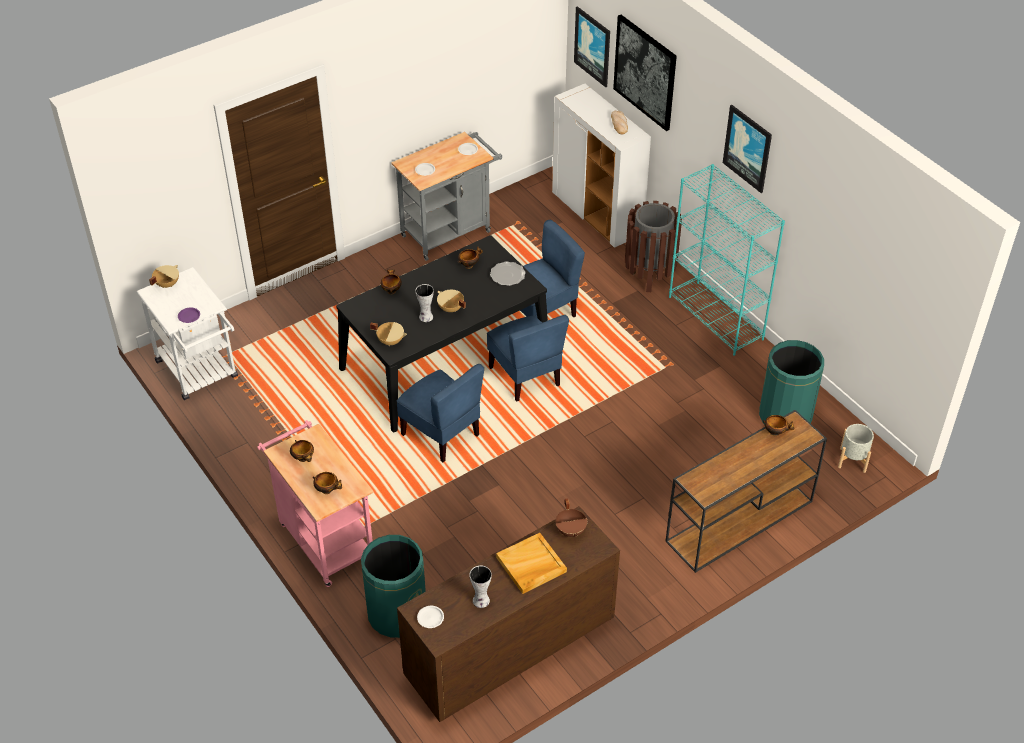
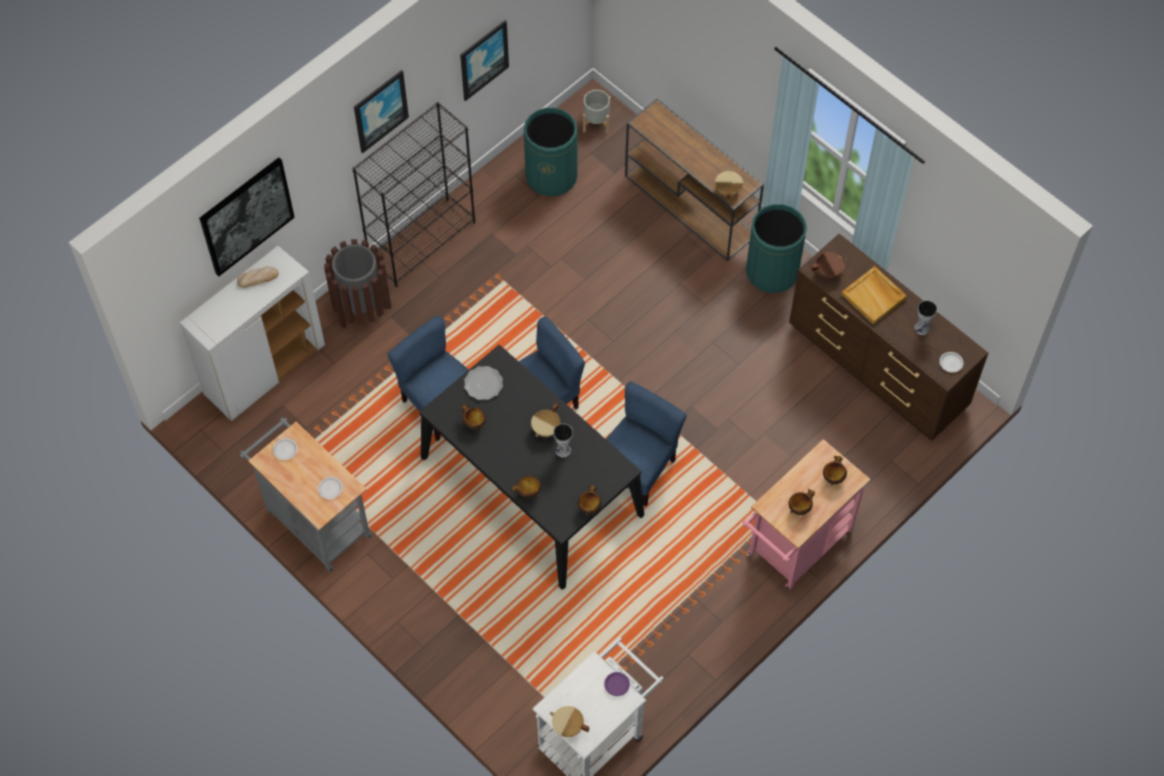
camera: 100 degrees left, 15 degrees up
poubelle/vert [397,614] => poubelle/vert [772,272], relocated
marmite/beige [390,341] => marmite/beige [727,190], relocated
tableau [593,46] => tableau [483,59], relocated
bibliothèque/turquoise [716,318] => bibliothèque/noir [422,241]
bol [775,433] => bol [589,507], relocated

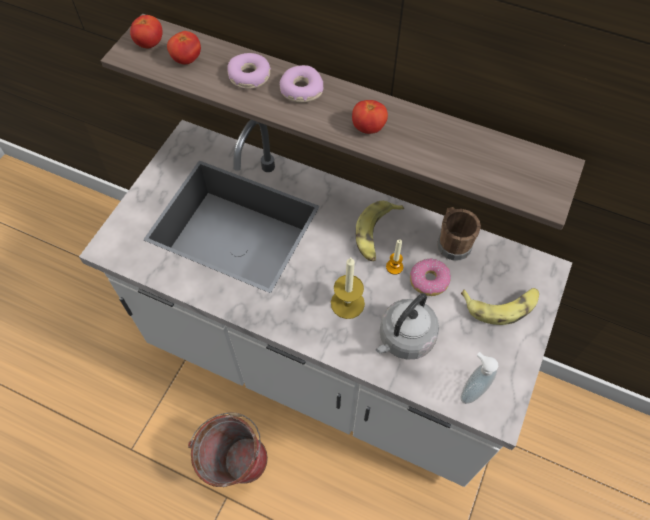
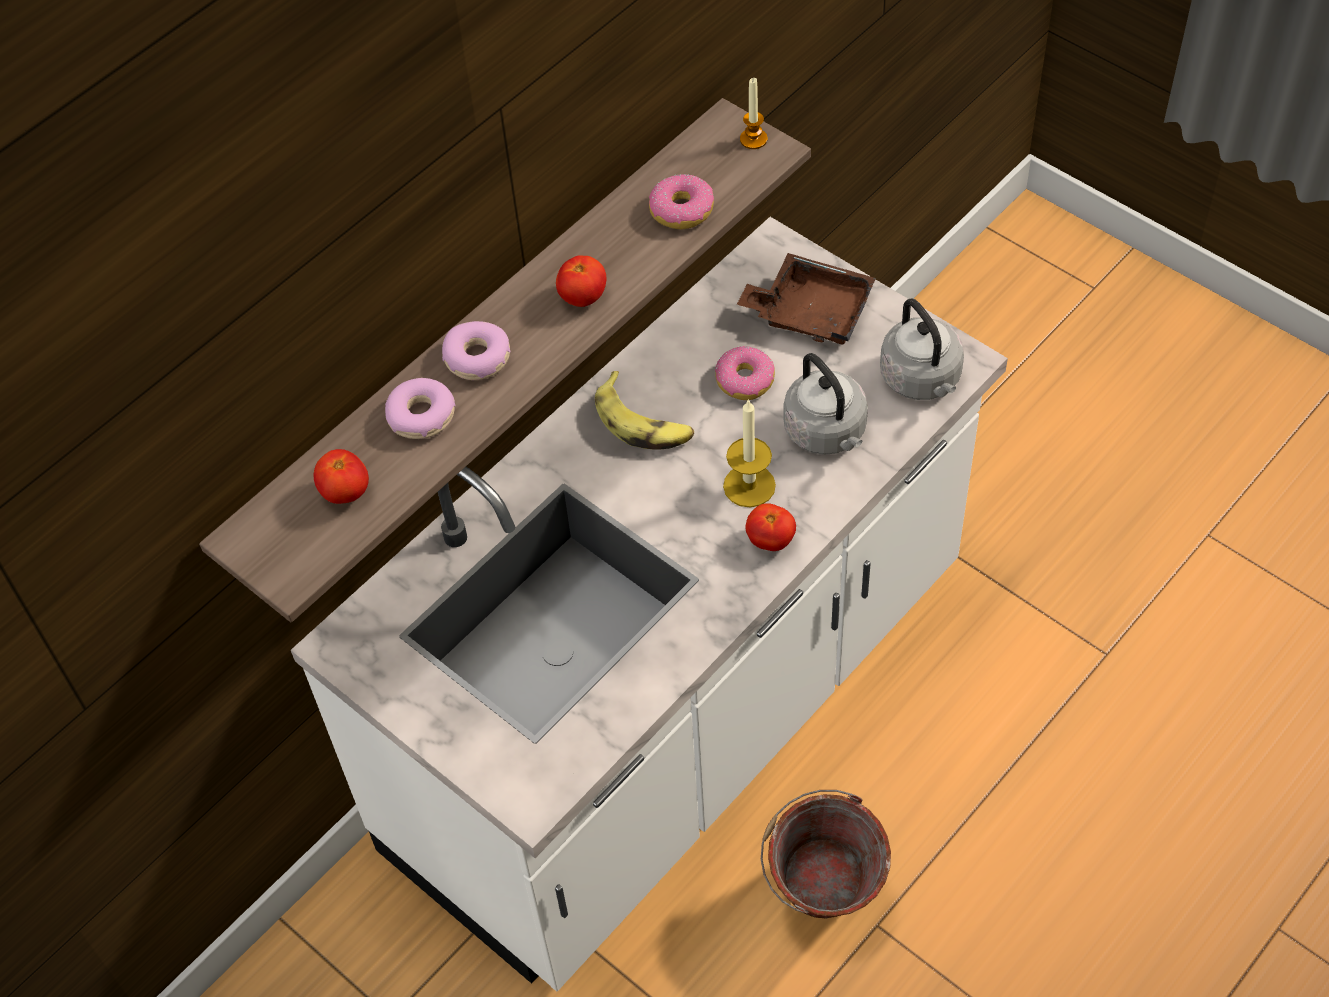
camera: 70 degrees left, 5 degrees down
tomate [150,43] => tomate [770,540], relocated
bougie [394,267] => bougie [753,139], relocated
mug/marron [452,242] => nothing
banane [501,305] => plateau/marron [810,311]
distributeur de savon [471,390] => bouilloire/gris [922,380]
nothing => beignet [682,210]

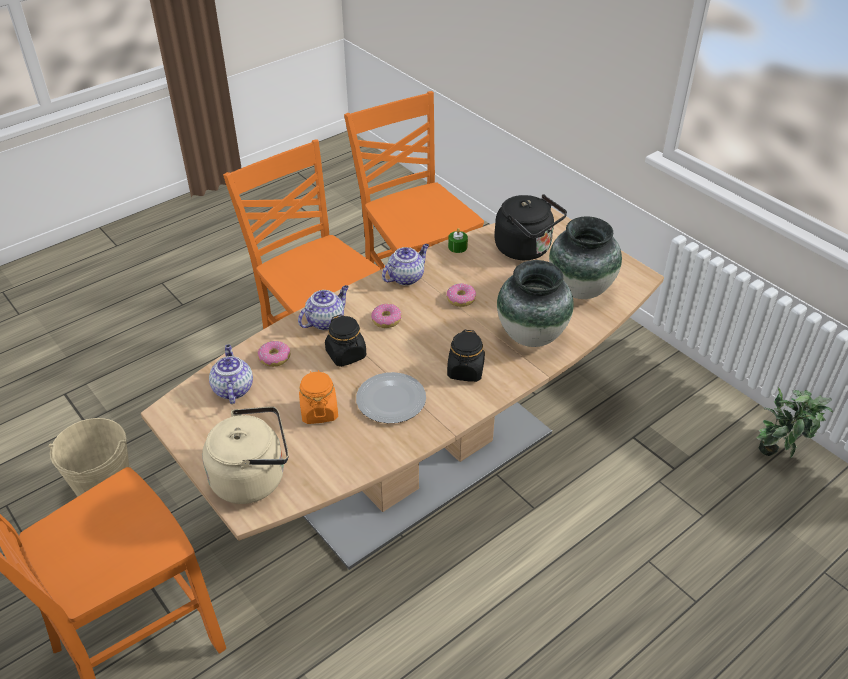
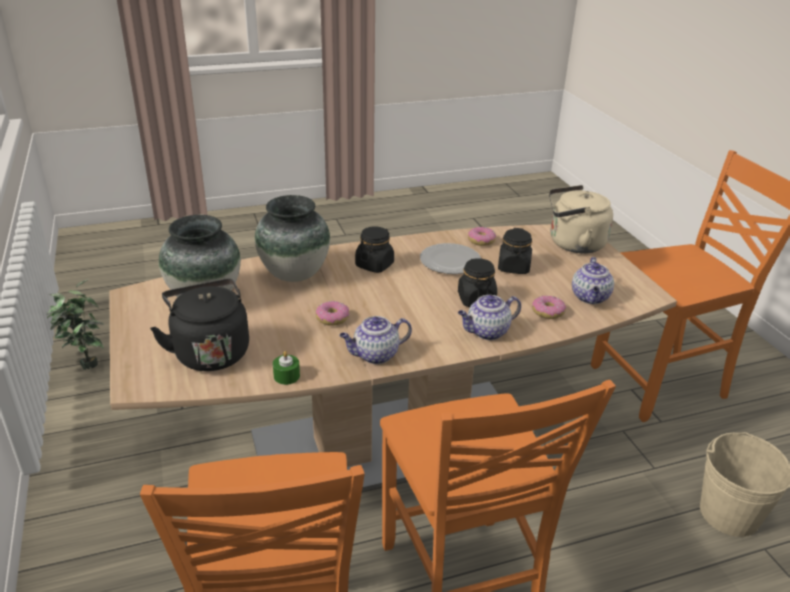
camera: 160 degrees left, 10 degrees down
bocal/orange [319,411] => bocal/noir [513,267]
beignet [386,320] => beignet [481,241], relocated

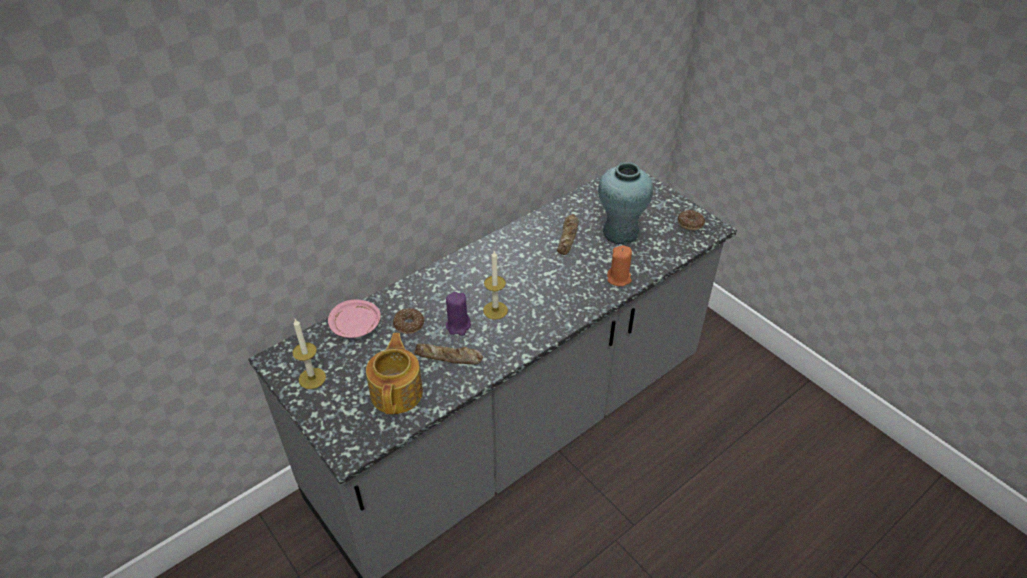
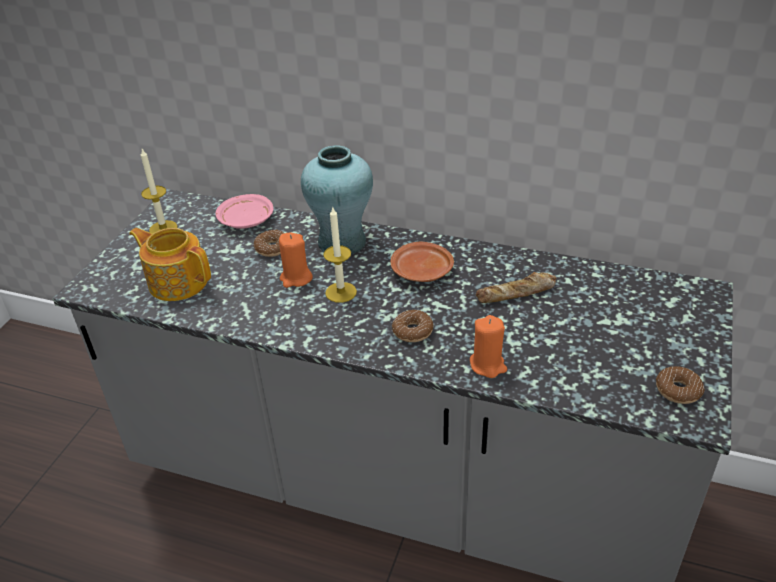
camera: 60 degrees right, 5 degrees down
théière [397,392] => théière [177,281], 120 degrees counterclockwise
pain [449,357] => nothing
bougie/violet [458,326] => bougie/orange [296,278]
vase/turquoise [620,232] => vase/turquoise [341,242], relocated
nothing => assiette/marron [422,272]
nothing => beignet [412,331]

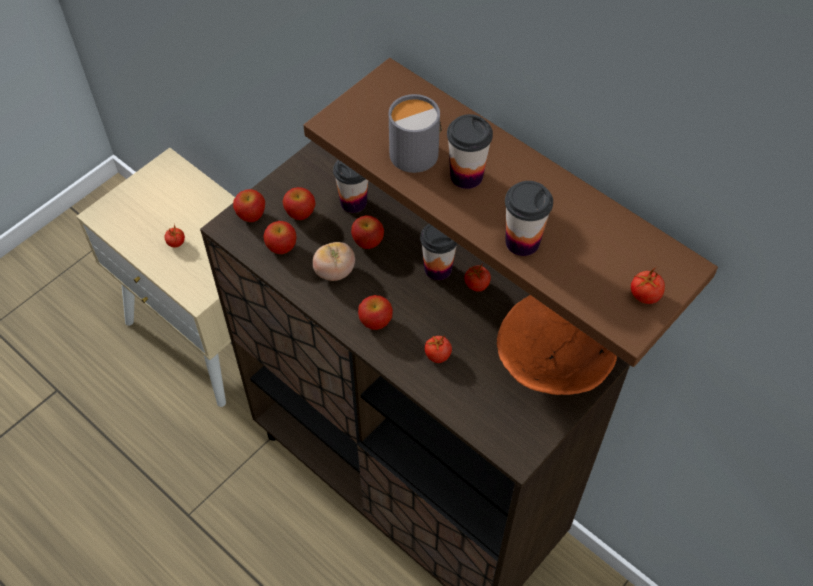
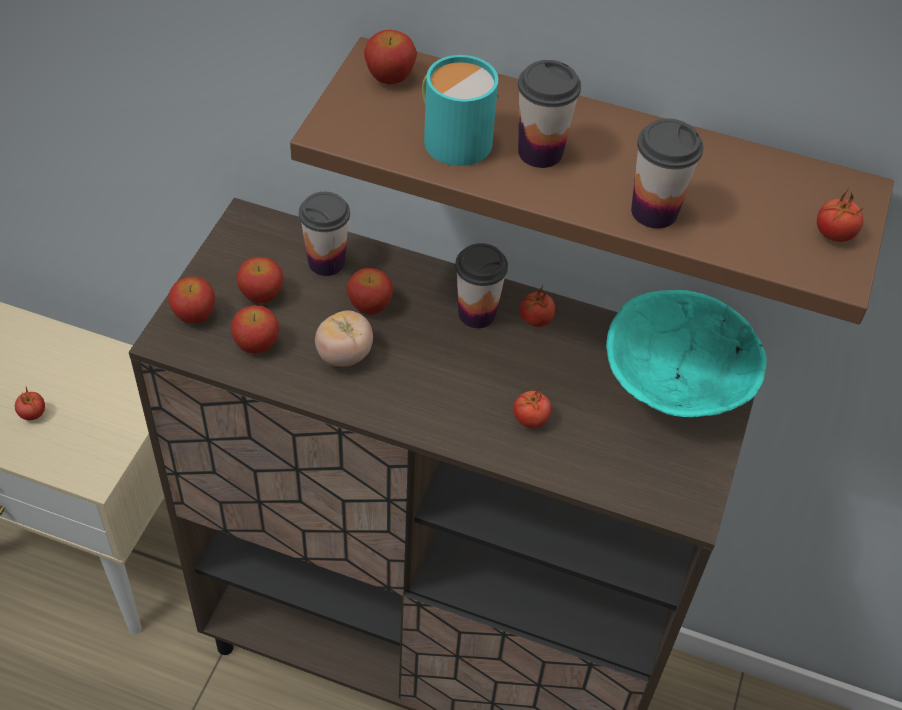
camera: 25 degrees left, 5 degrees down
pomme [375,322] => pomme [390,77], relocated
mug/gris [412,149] => mug/turquoise [452,137]
bol/orange [552,364] => bol/turquoise [676,386]

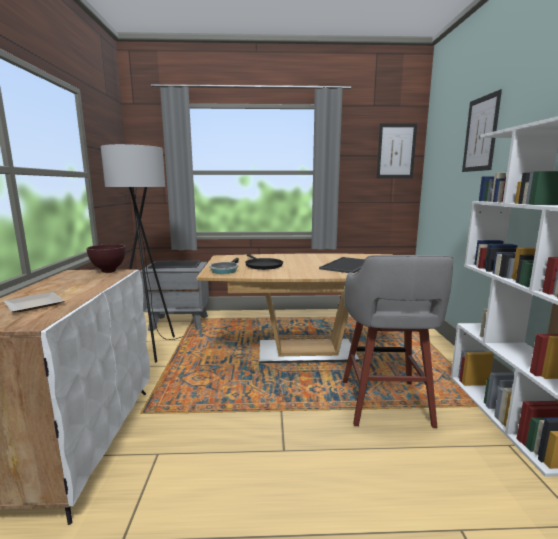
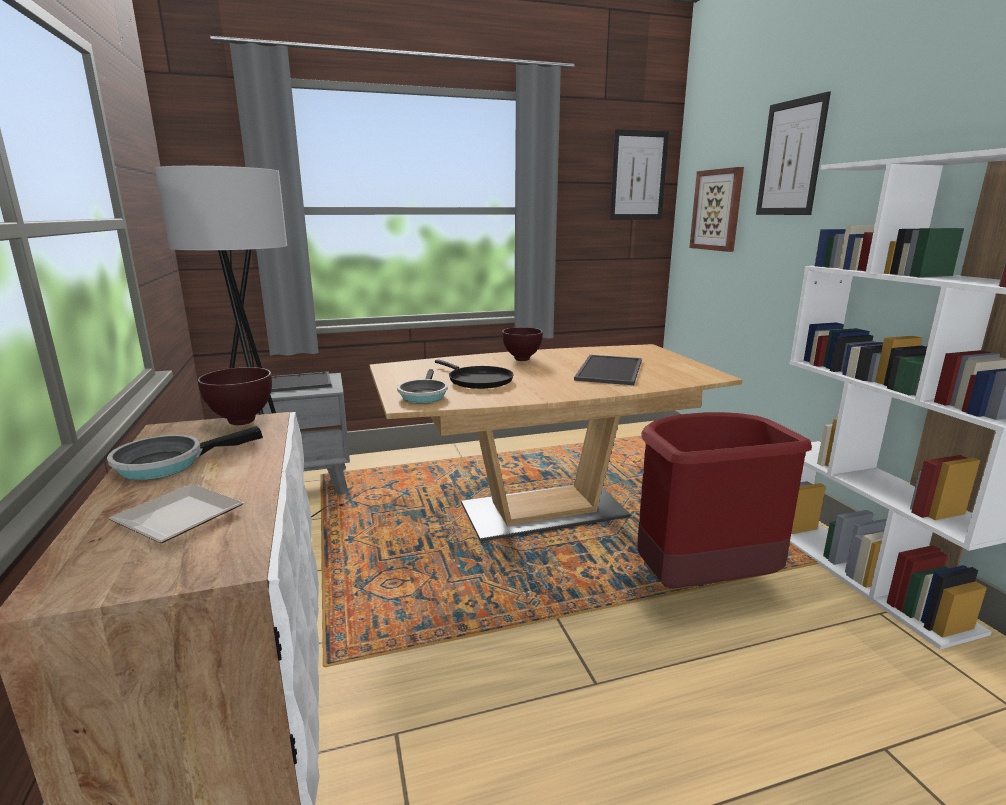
camera: 15 degrees left, 5 degrees up
tabouret/gris [385,404] => poubelle/rouge [700,581]
nothing => poêle [167,463]
nothing => bol/marron [522,359]
nothing => tableau [717,210]

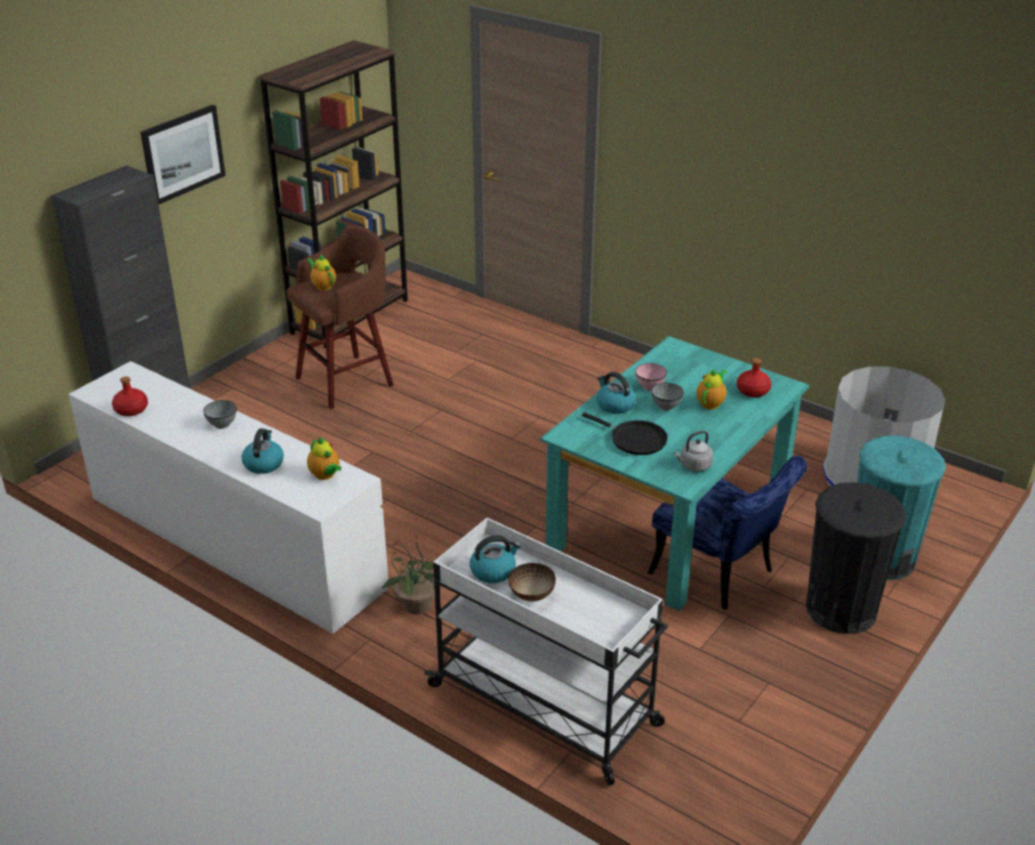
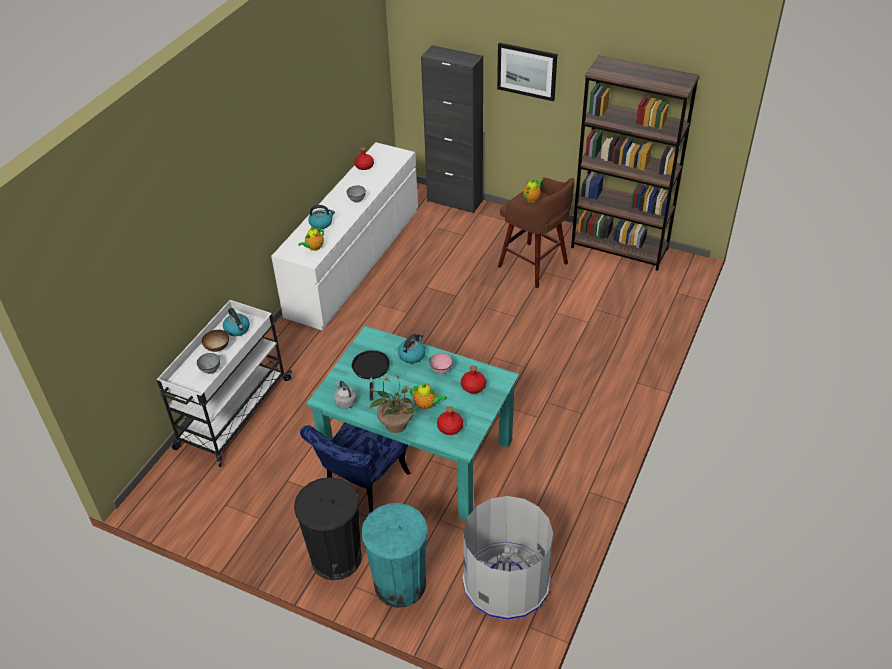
camera: 80 degrees right, 10 degrees up
plante en pot [416,604] => plante en pot [395,424], relocated
poêle/noir [634,439] => poêle/noir [371,369], 150 degrees clockwise
bol/gris [665,406] => bol/gris [210,370], relocated
nothing => bouteille/rouge [473,386]

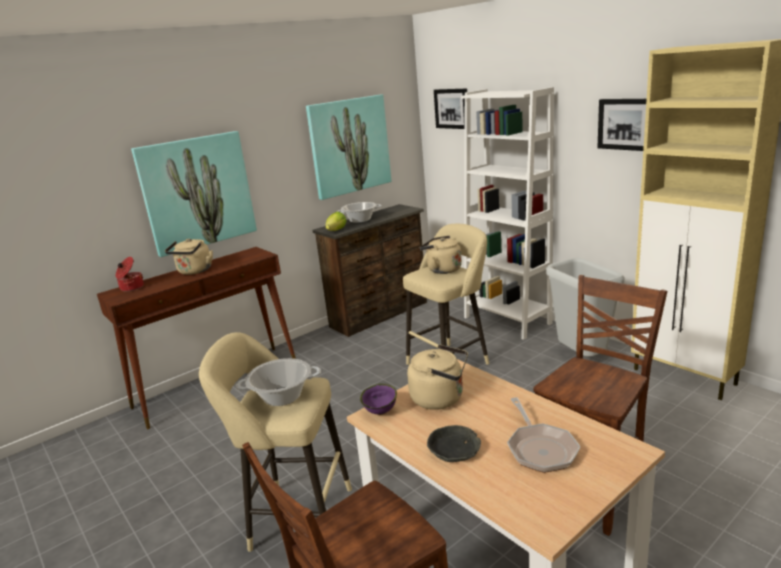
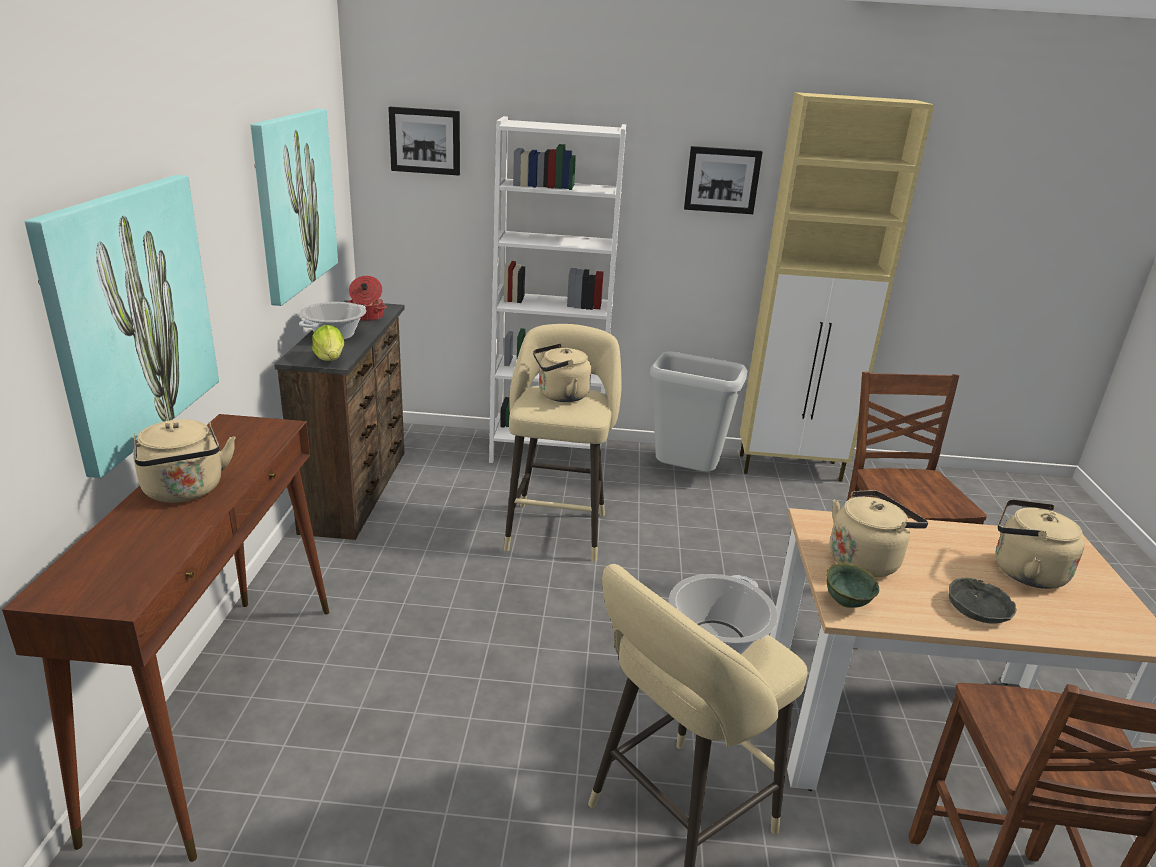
camera: 50 degrees left, 5 degrees up
marmite [131,288] => marmite [367,317], relocated
bol/violet [381,412] => bol/vert [847,602]
poêle [540,448] => bouilloire/beige [1023,571]

